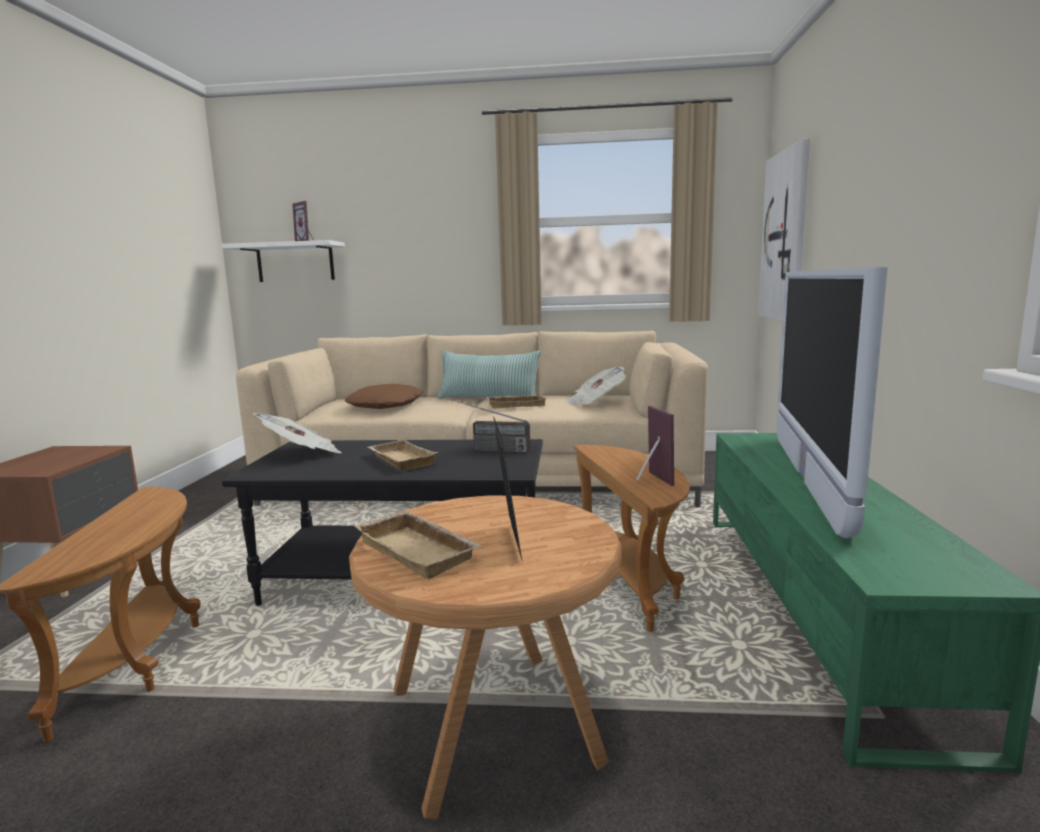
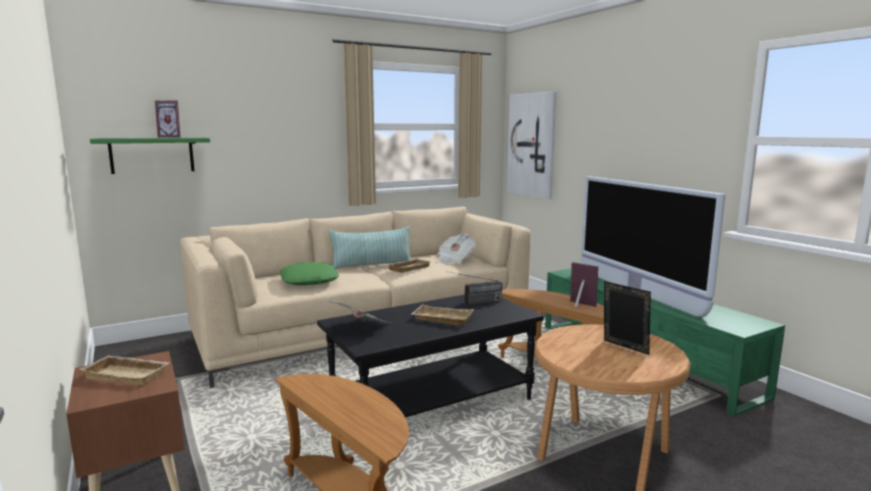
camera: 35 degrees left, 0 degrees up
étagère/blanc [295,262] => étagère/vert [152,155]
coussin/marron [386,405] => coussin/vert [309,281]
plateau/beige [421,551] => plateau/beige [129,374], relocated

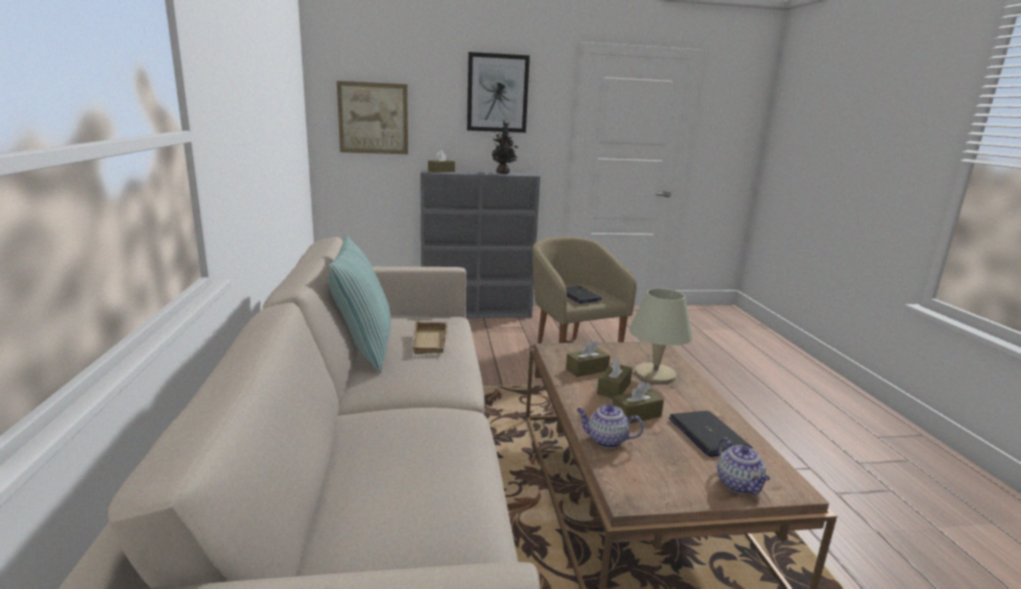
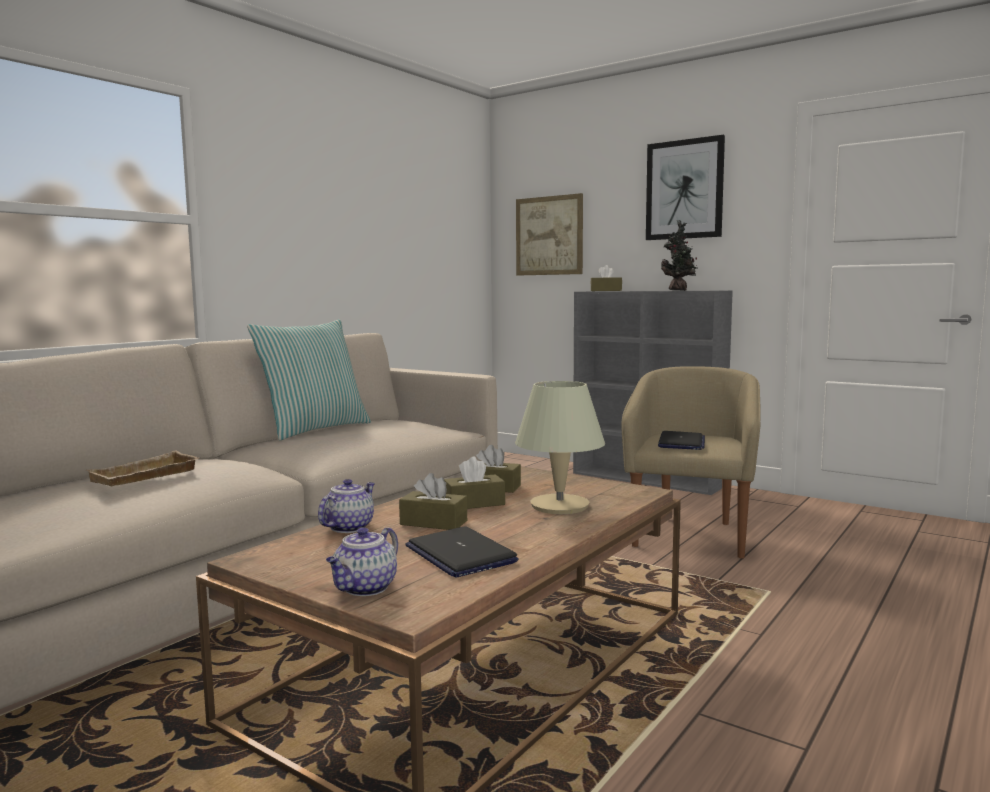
camera: 45 degrees right, 10 degrees down
plateau/beige [432,342] => plateau/beige [145,477], relocated
théière [606,440] => théière [349,527], 60 degrees clockwise
ordinateur portable [708,435] => ordinateur portable [460,554], 120 degrees clockwise

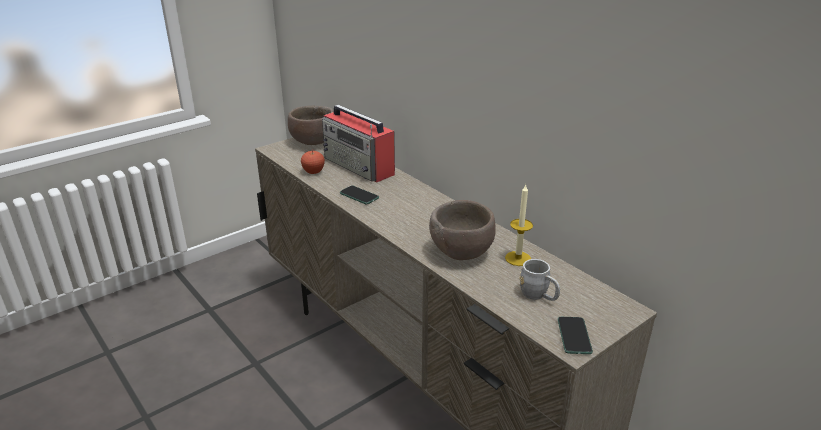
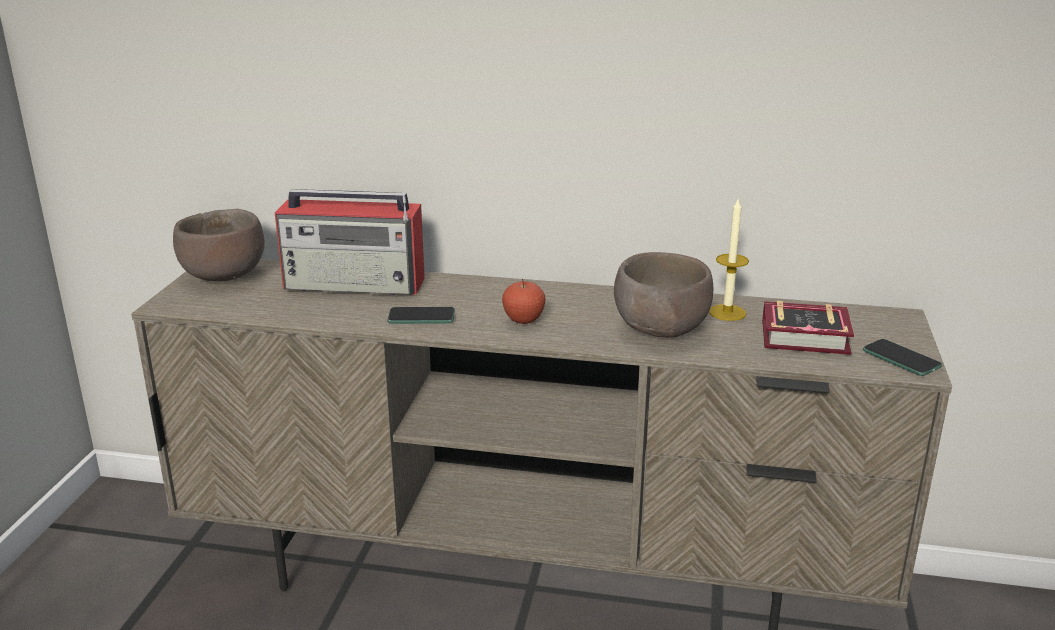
camera: 40 degrees left, 5 degrees down
pomme [313,172] => pomme [523,320], relocated
mug/gris [538,296] => livre [809,338]

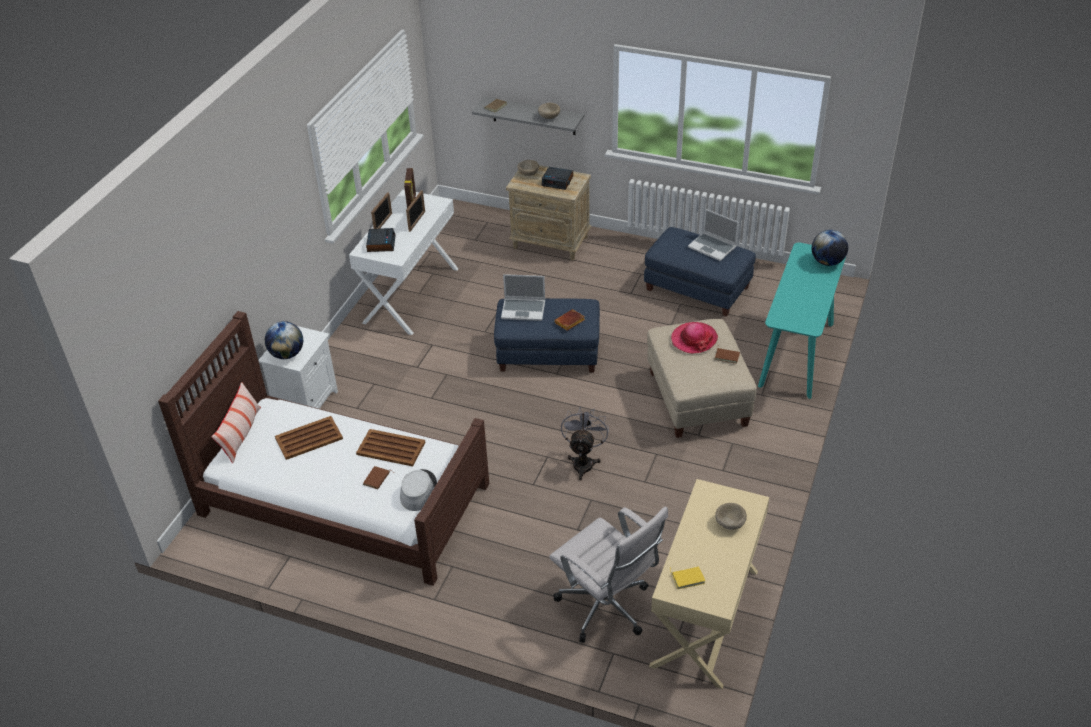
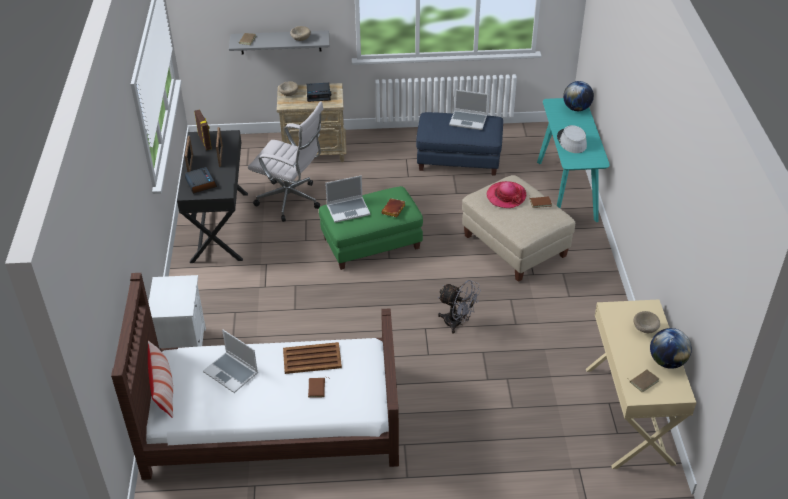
camera: 25 degrees left, 0 degrees up
globe [287,354] => globe [667,361], relocated
plateau/marron [309,438] => ordinateur portable [232,373]
bureau/blanc [410,295] => bureau/noir [219,226]
chapeau/gris [418,491] => chapeau/gris [571,141], relocated
pouf/bleu [549,353] => pouf/vert [372,243]
chaise de bureau/blanc [607,609] => chaise de bureau/blanc [292,201], relocated
ventilateur/gris [583,462] => ventilateur/gris [457,323], 135 degrees clockwise
livre/jaune [688,578] => livre/marron [643,381]

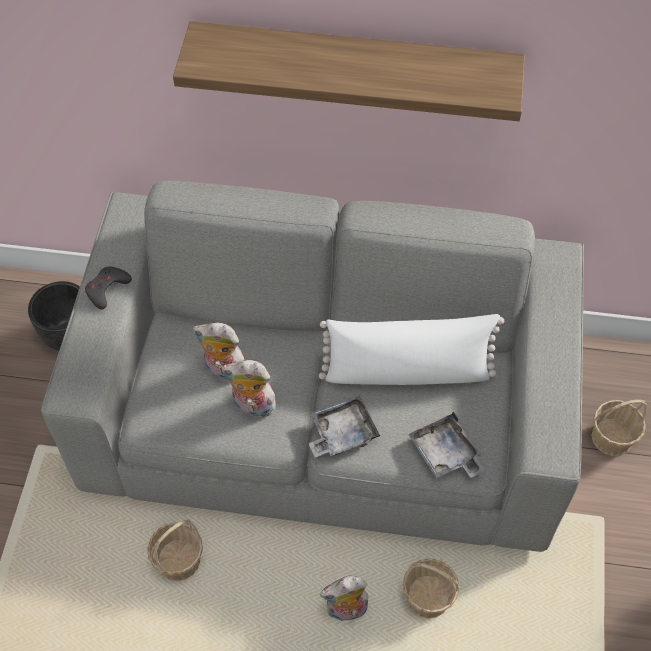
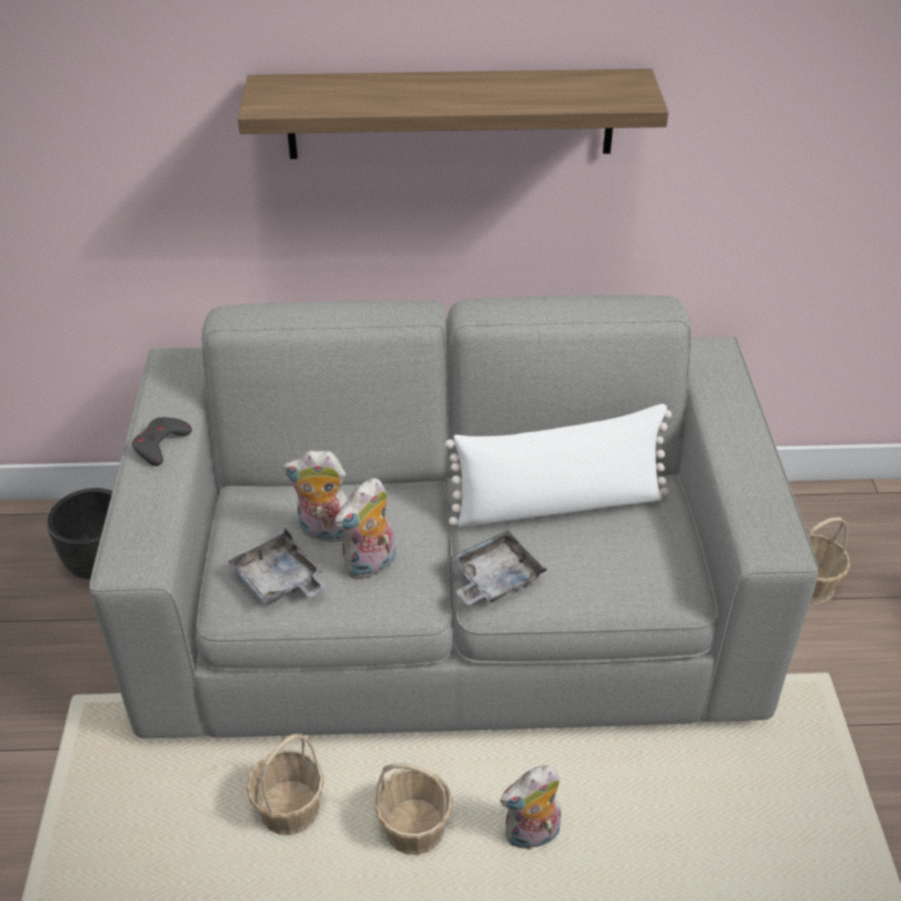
camera: 10 degrees left, 15 degrees down
peluche [252,407] => peluche [370,566], 45 degrees counterclockwise
panier [428,596] => panier [414,827], relocated
plateau/gris [445,454] => plateau/gris [279,581], relocated

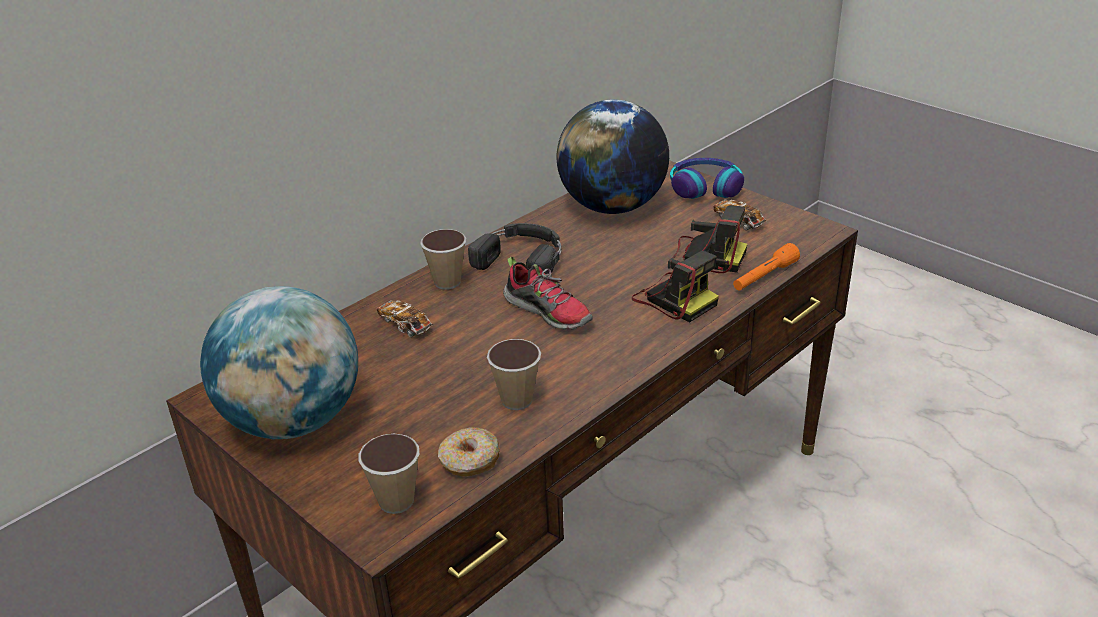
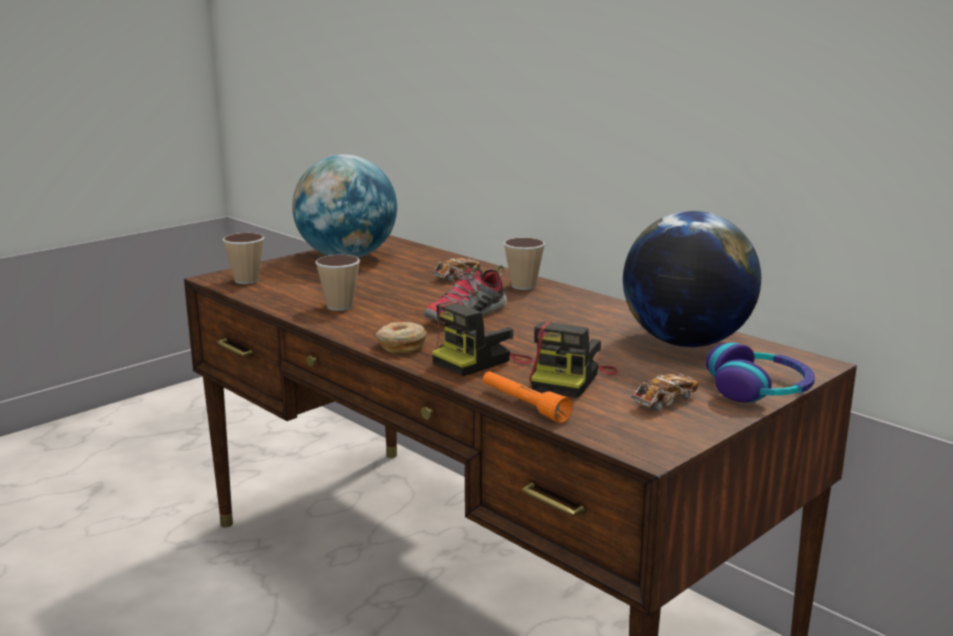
camera: 90 degrees right, 15 degrees down
beignet [469,461] => beignet [401,345], relocated
casque audio/noir [522,257] => nothing

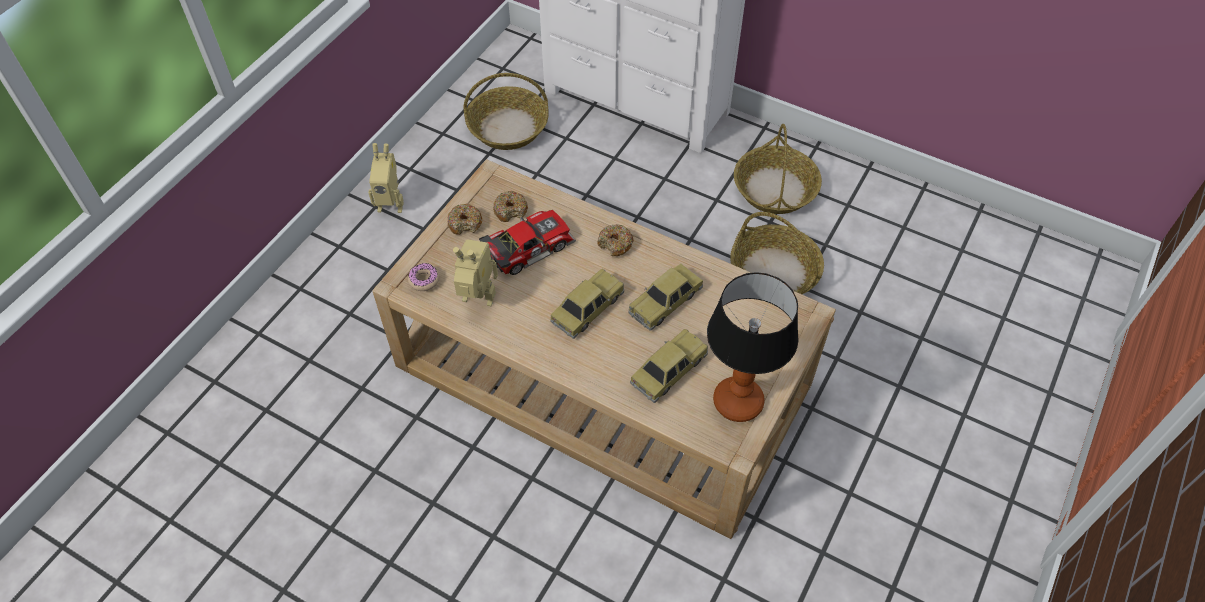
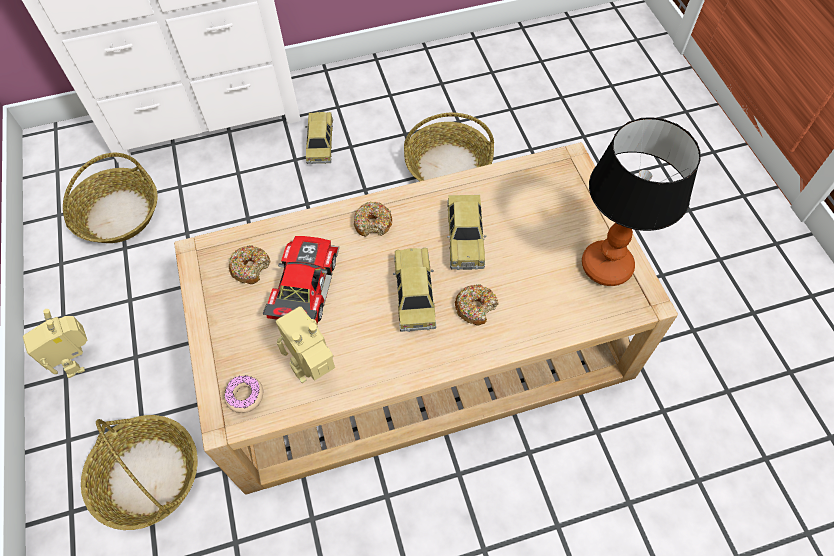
camera: 45 degrees left, 5 degrees up
robot jouet [391,203] => robot jouet [78,360], 105 degrees clockwise
beignet [465,223] => beignet [475,307], relocated
petite voiture [668,371] => petite voiture [320,143], relocated
panier [774,189] => panier [147,476], relocated

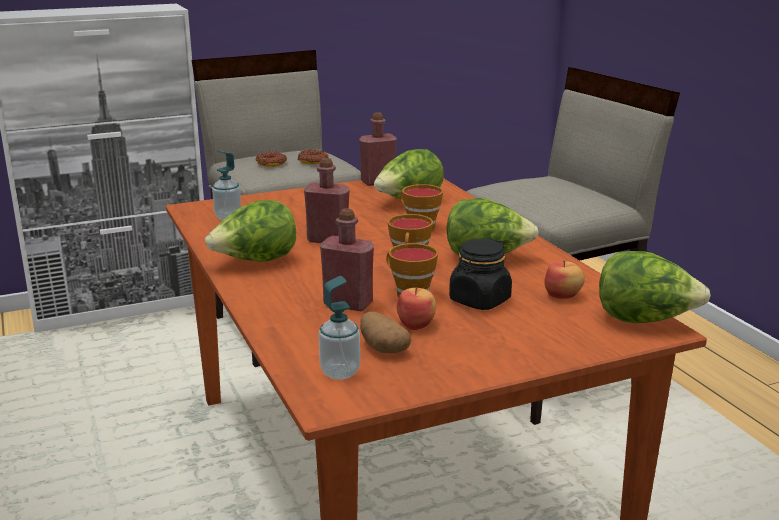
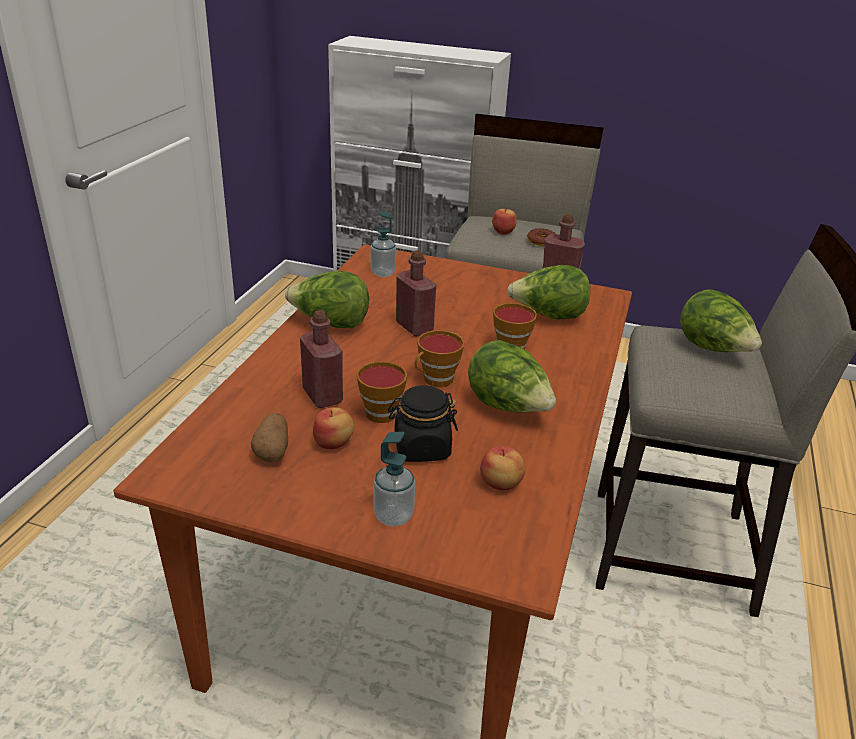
camera: 40 degrees right, 10 degrees up
beignet [271,163] => pomme [503,232]
distributeur de savon [340,372] => distributeur de savon [393,516], relocated
laitue [645,320] => laitue [713,349], relocated

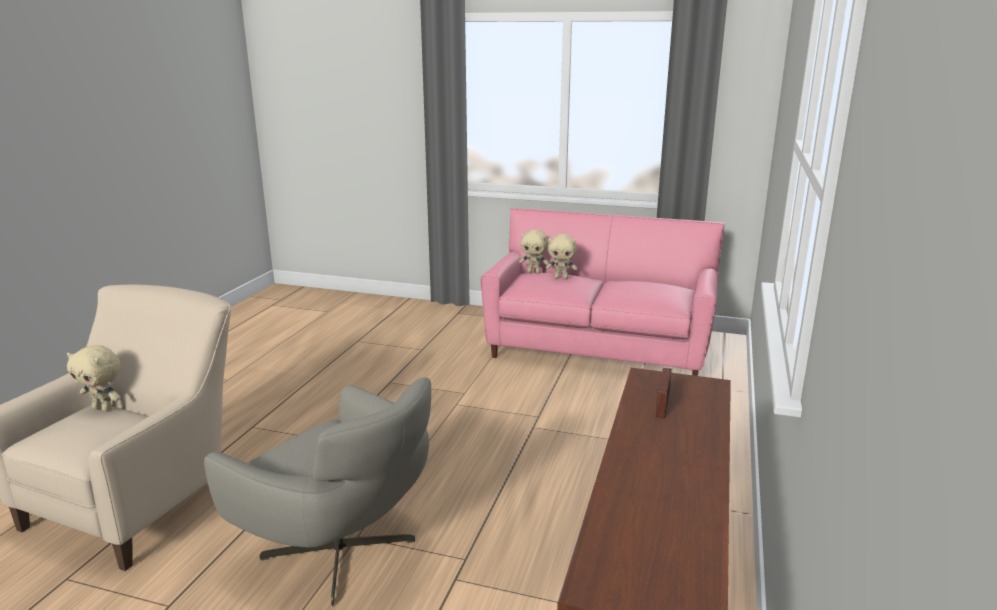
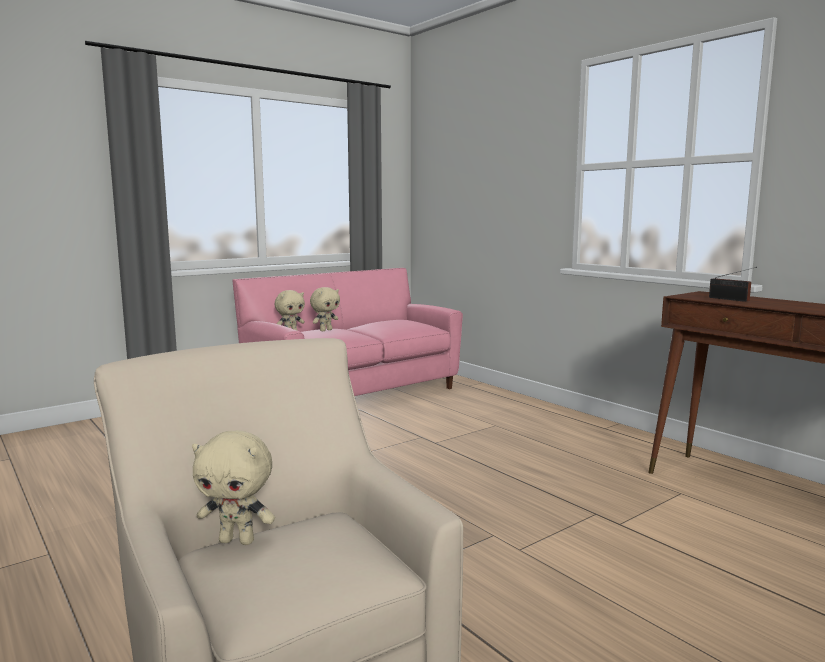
camera: 55 degrees left, 10 degrees down
peluche/beige [103,408] => peluche/beige [238,541], 45 degrees clockwise
fauteuil/gris [343,553] => nothing

